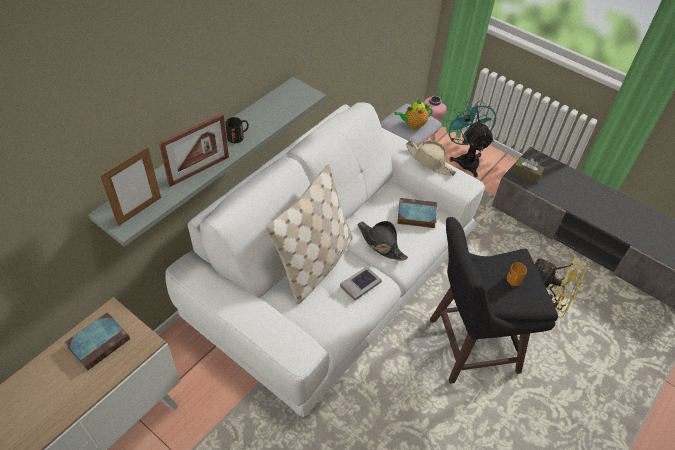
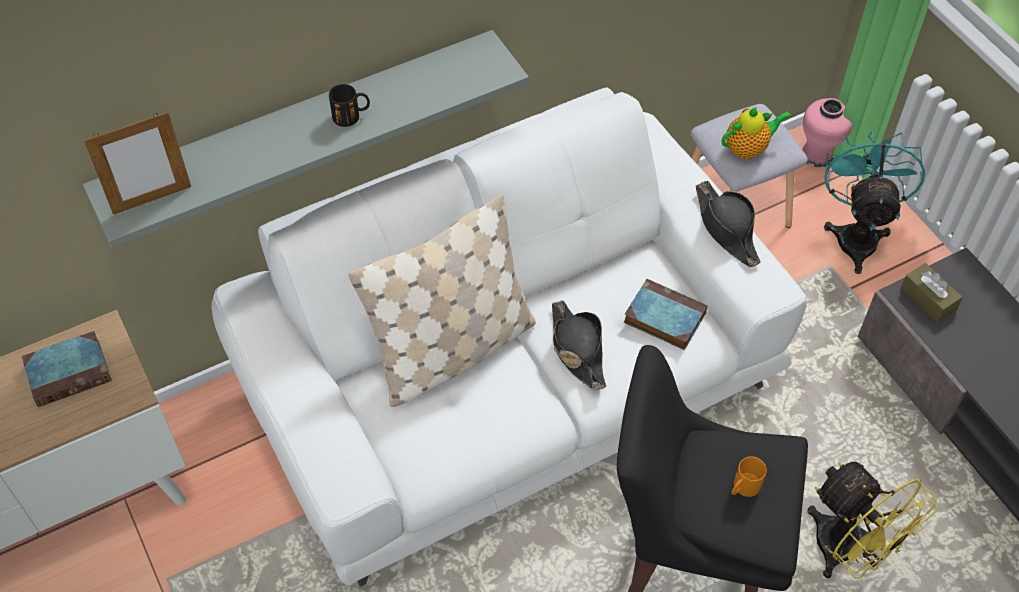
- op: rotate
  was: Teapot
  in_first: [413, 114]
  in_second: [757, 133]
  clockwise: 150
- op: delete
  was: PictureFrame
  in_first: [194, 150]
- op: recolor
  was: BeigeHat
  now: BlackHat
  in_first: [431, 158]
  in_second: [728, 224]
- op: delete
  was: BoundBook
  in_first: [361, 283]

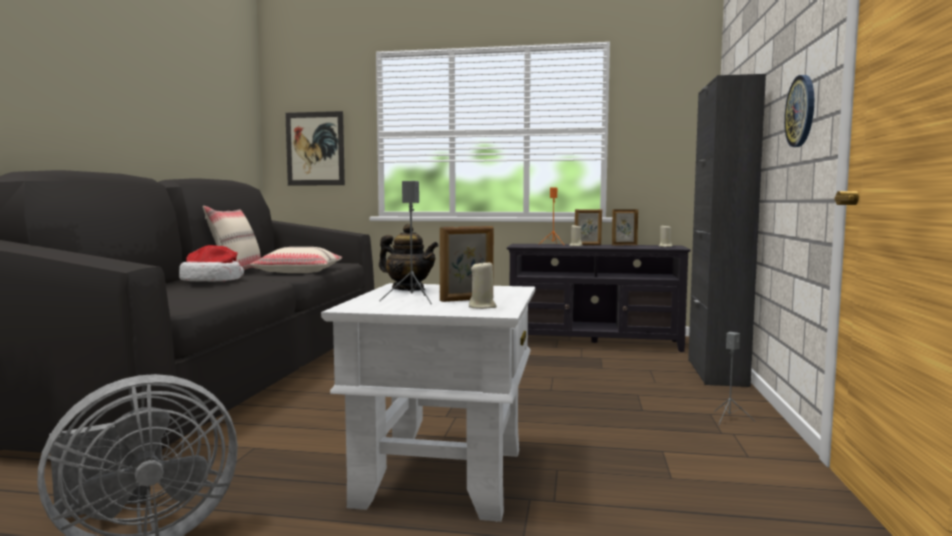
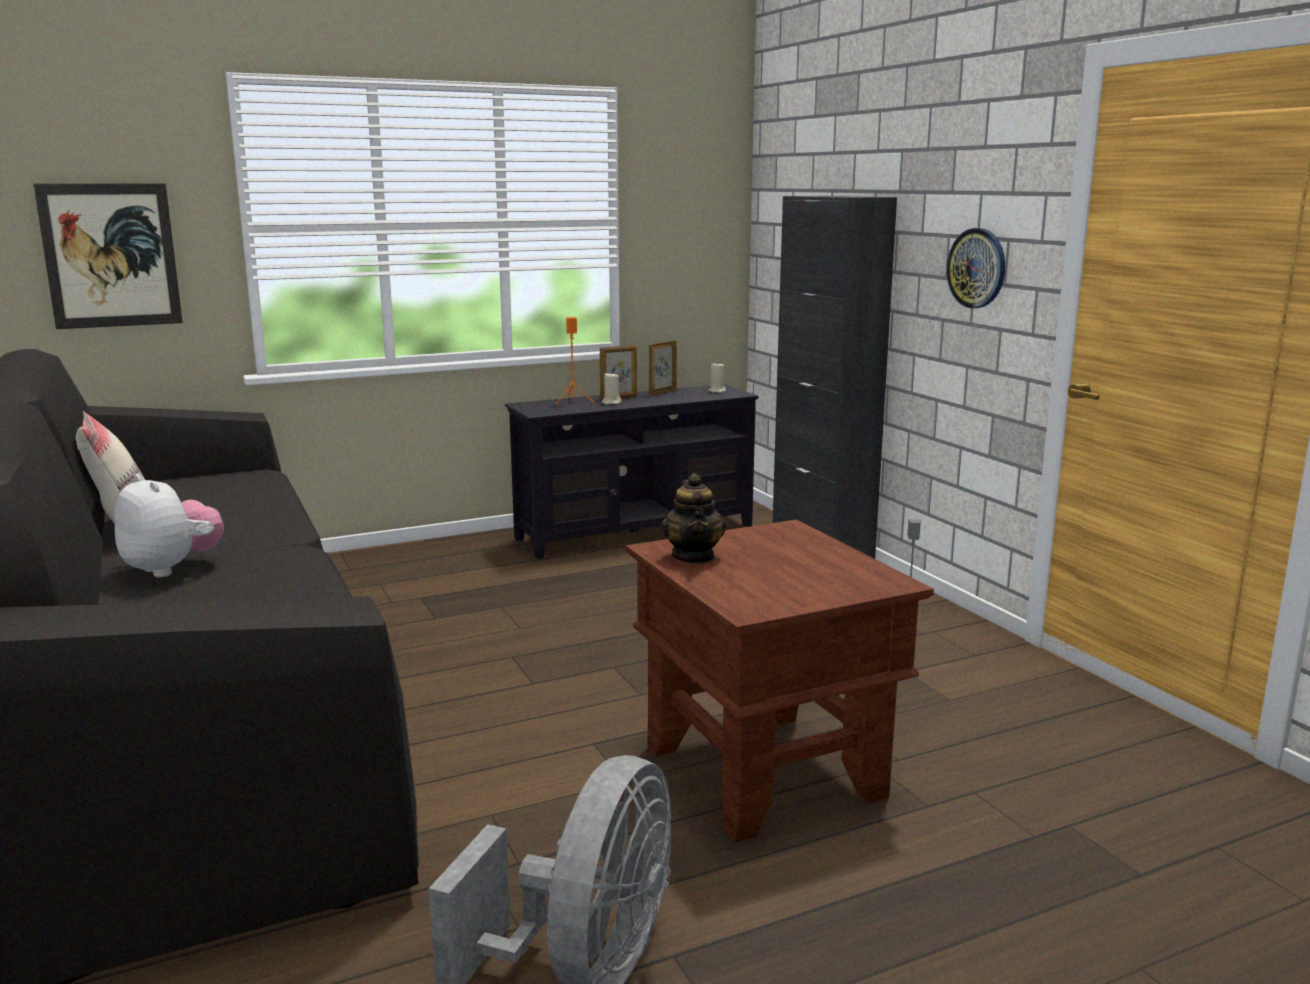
- op: delete
  was: GreyLoudspeaker
  in_first: [405, 242]
- op: rotate
  was: Teapot
  in_first: [409, 257]
  in_second: [693, 518]
  clockwise: 90
- op: delete
  was: PictureFrame
  in_first: [467, 264]
- op: replace
  was: Hat
  now: CuddlyToy
  in_first: [211, 263]
  in_second: [169, 525]
- op: delete
  was: BeigePillow
  in_first: [296, 260]
- op: delete
  was: BeigeCandle
  in_first: [483, 284]
- op: recolor
  was: WhitishEndTable
  now: BrownEndTable
  in_first: [428, 402]
  in_second: [779, 680]

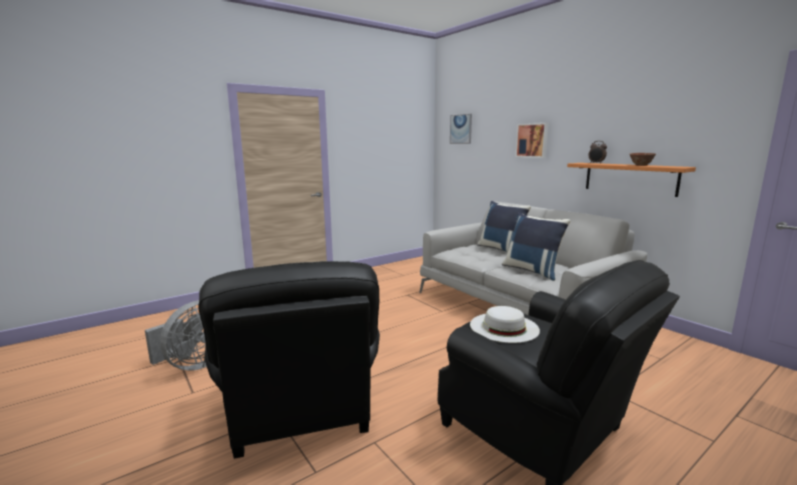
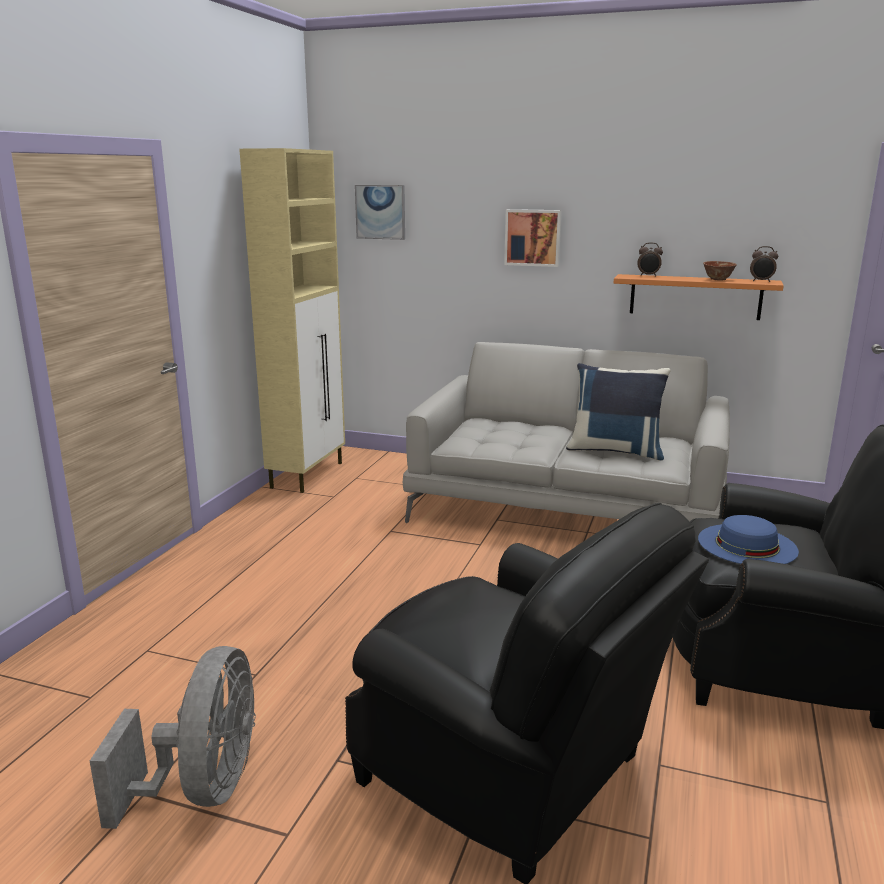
- op: delete
  was: BlueColouredPillow
  in_first: [504, 227]
- op: recolor
  was: WhitishHat
  now: BlueColouredHat
  in_first: [505, 324]
  in_second: [748, 539]
- op: insert
  now: BeigeCupboard
  in_second: [292, 320]
- op: insert
  now: TableClock
  in_second: [764, 264]

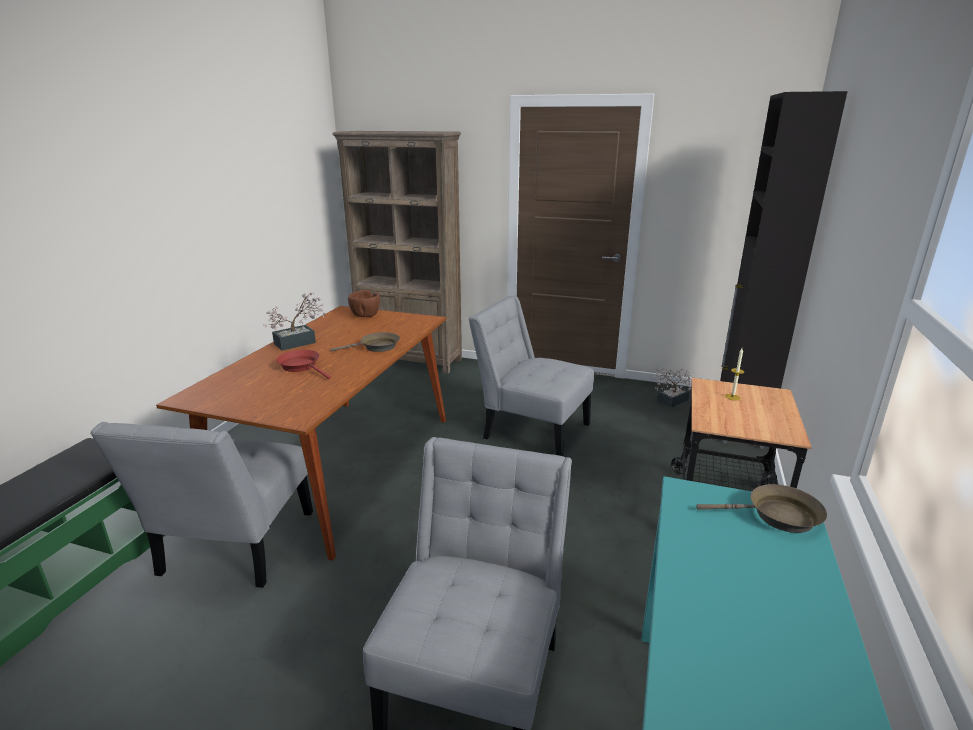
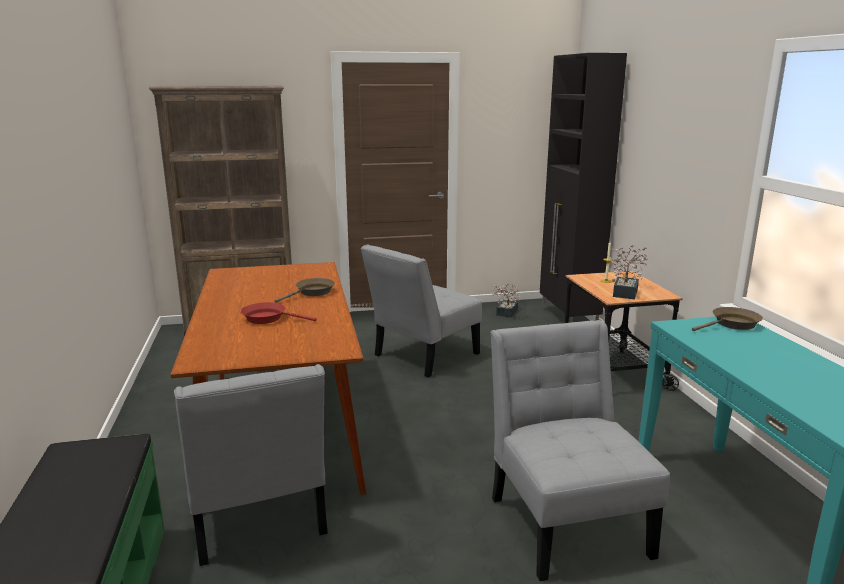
- op: delete
  was: BrownBowl
  in_first: [364, 303]
- op: move
  was: Houseplant
  in_first: [294, 321]
  in_second: [628, 271]
- op: rotate
  was: GreyChair
  in_first: [531, 376]
  in_second: [421, 311]
  clockwise: -45

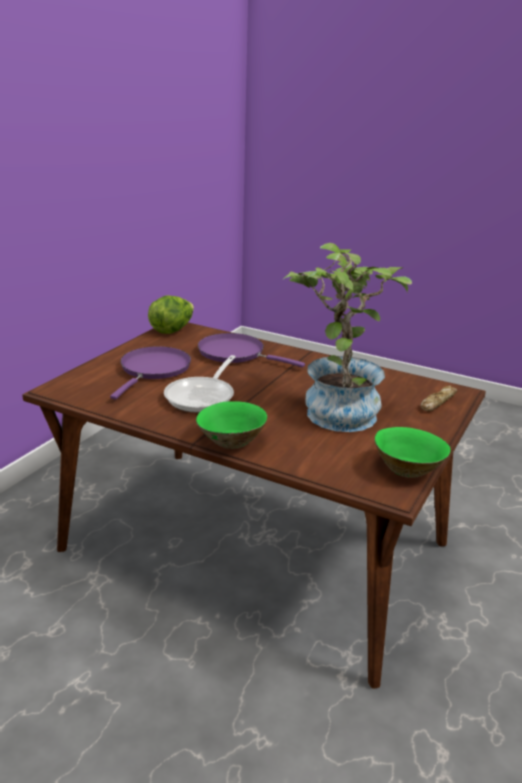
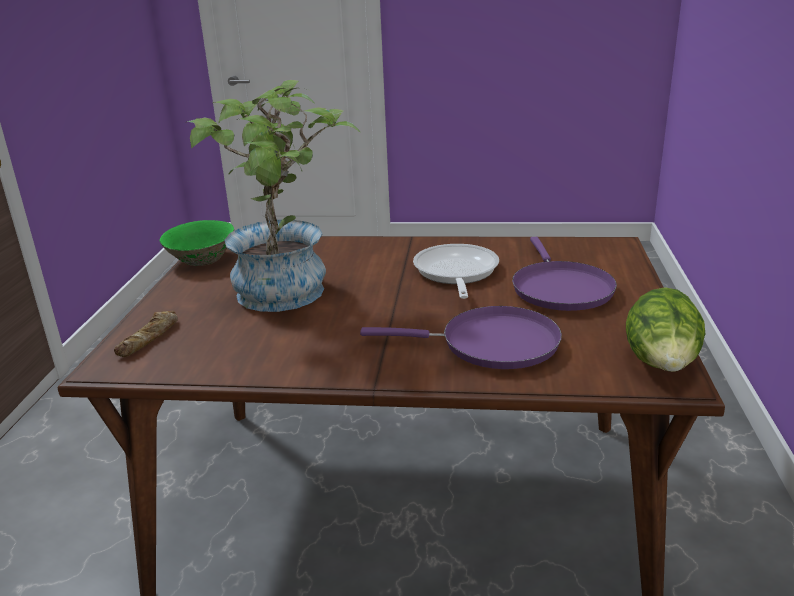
- op: delete
  was: GreenishBowl
  in_first: [231, 425]

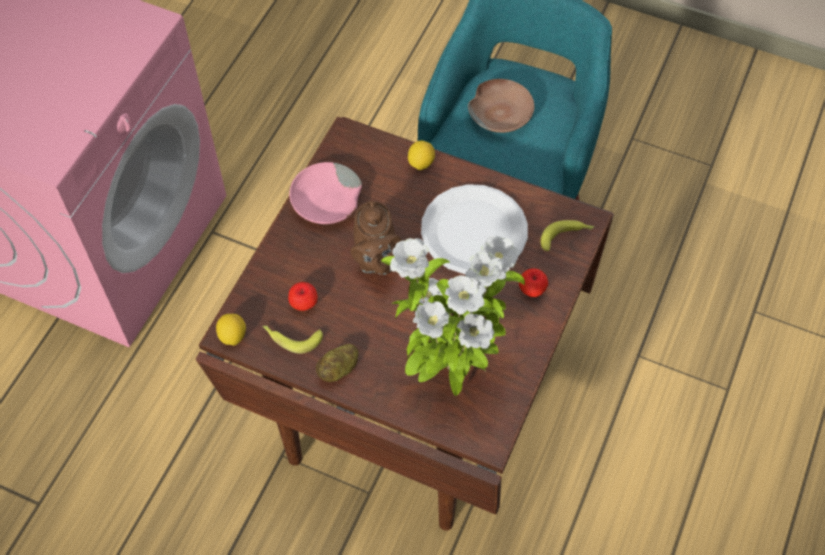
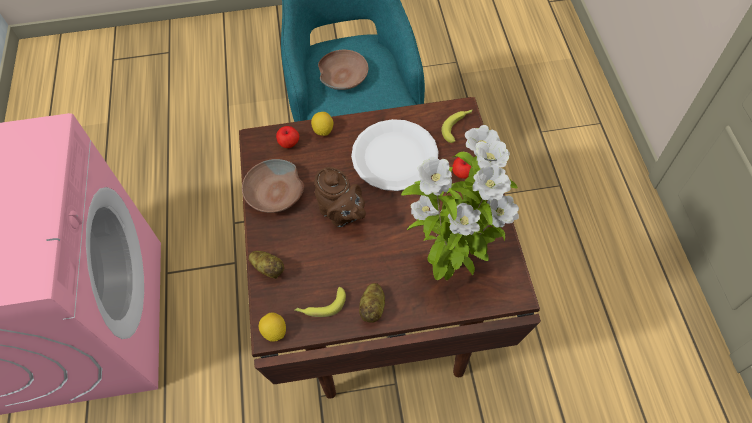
- op: recolor
  was: PinkBowl
  now: BrownBowl
  in_first: [325, 193]
  in_second: [273, 186]
- op: move
  was: AppleFruit
  in_first: [303, 296]
  in_second: [288, 137]
- op: insert
  now: Potato
  in_second: [266, 265]

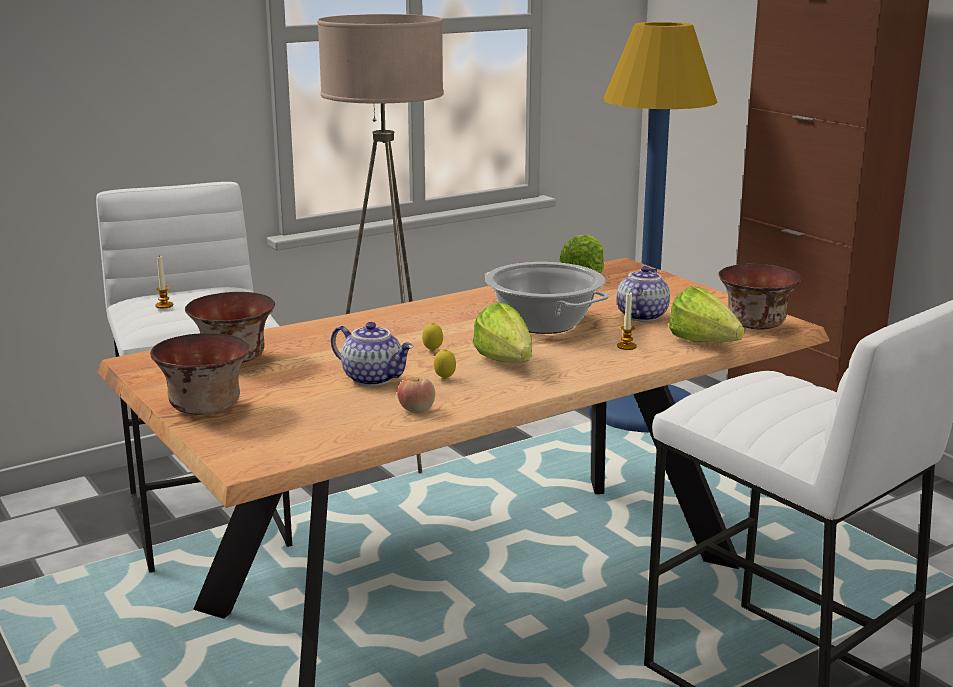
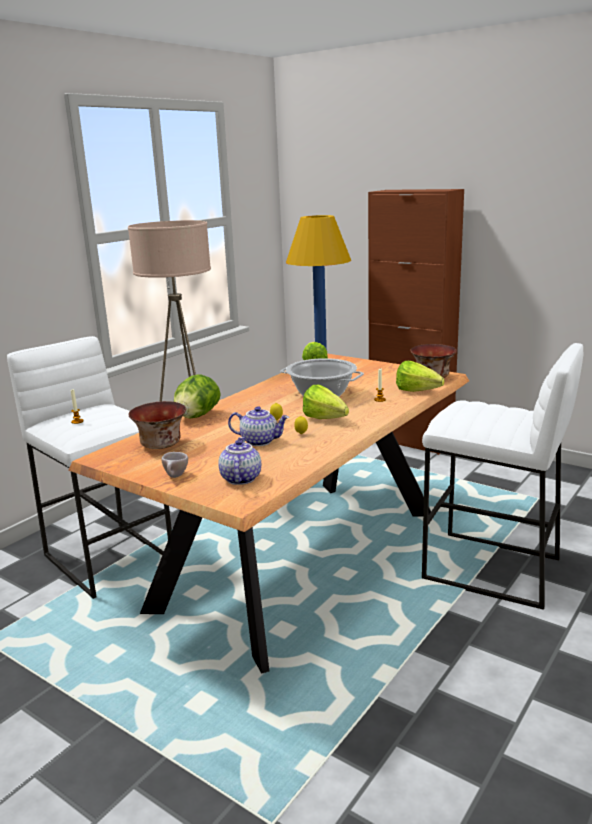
- op: move
  was: Teapot
  in_first: [643, 293]
  in_second: [239, 461]
- op: replace
  was: Bowl
  now: BeigeDrinkingCup
  in_first: [200, 374]
  in_second: [175, 465]
- op: delete
  was: AppleFruit
  in_first: [416, 395]
- op: insert
  now: LettuceHead
  in_second: [197, 396]

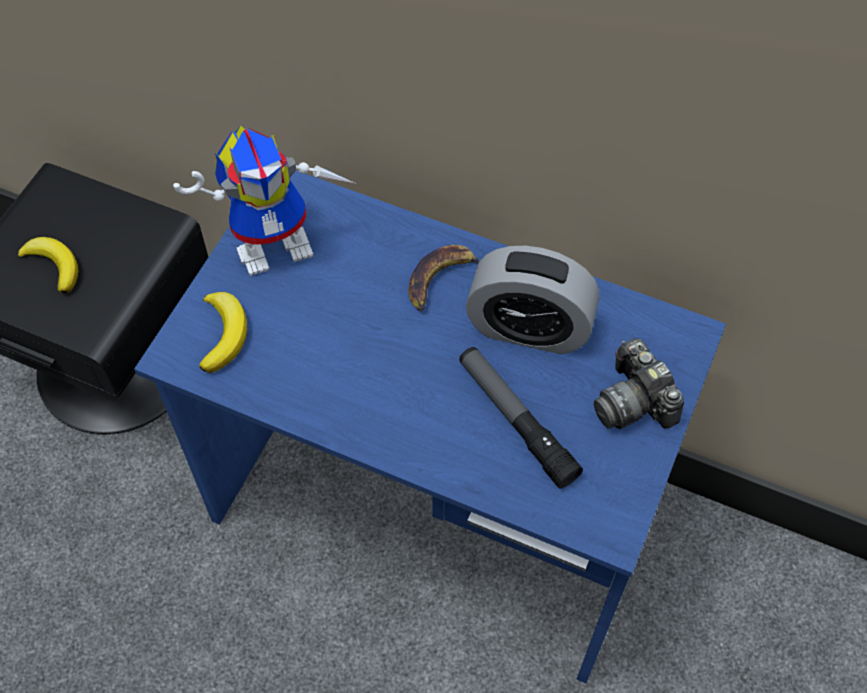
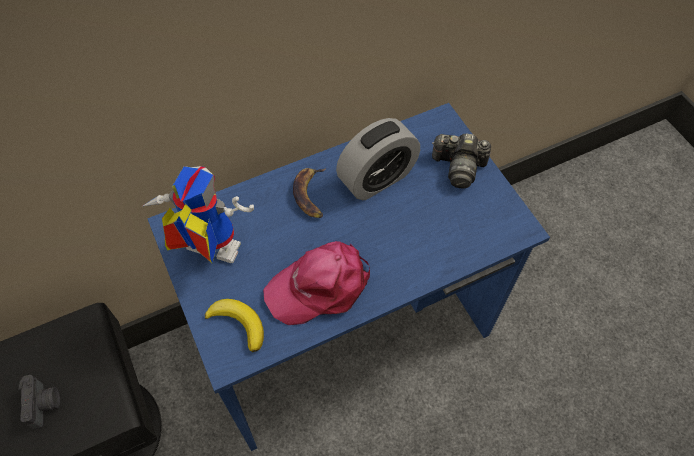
- op: rotate
  was: ModelRobot
  in_first: [263, 200]
  in_second: [198, 215]
  clockwise: -90
- op: replace
  was: WholeBanana
  now: PhotoCamera
  in_first: [48, 265]
  in_second: [39, 402]
- op: delete
  was: Flashlight
  in_first: [521, 418]
- op: insert
  now: PinkCap
  in_second: [316, 283]

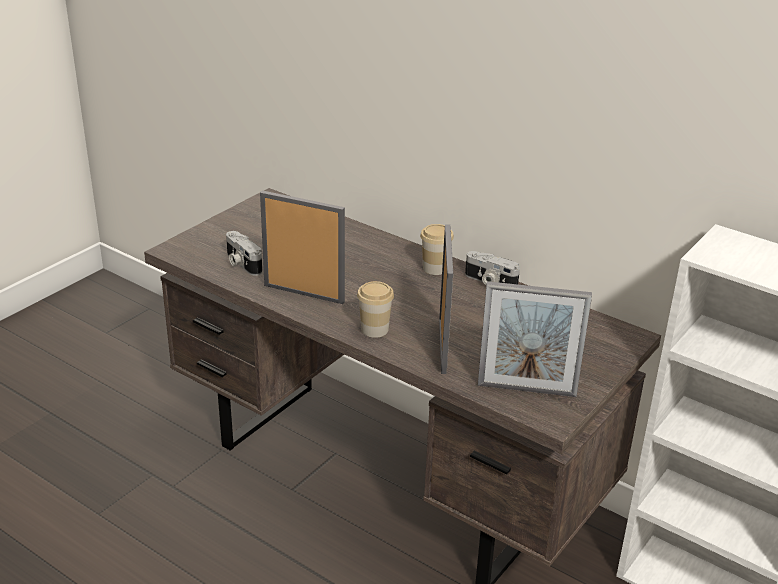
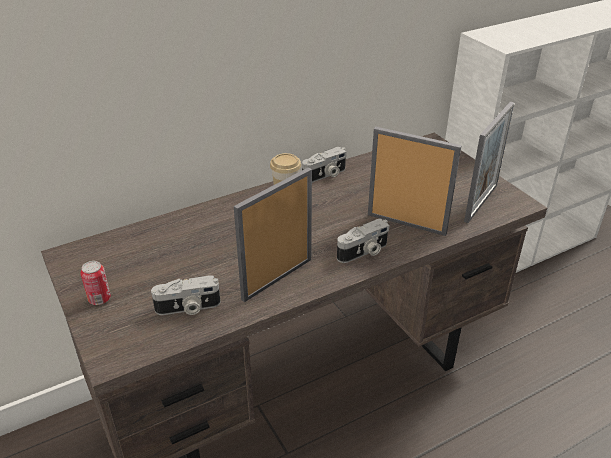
- op: replace
  was: DrinkingCup
  now: PhotoCamera
  in_first: [375, 309]
  in_second: [363, 240]
- op: insert
  now: MetalCan
  in_second: [96, 283]

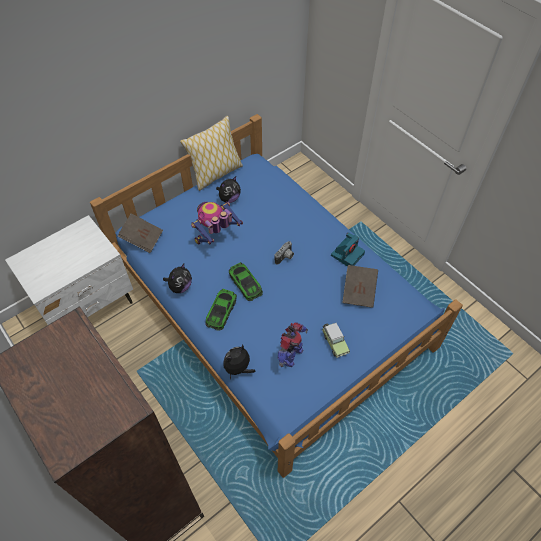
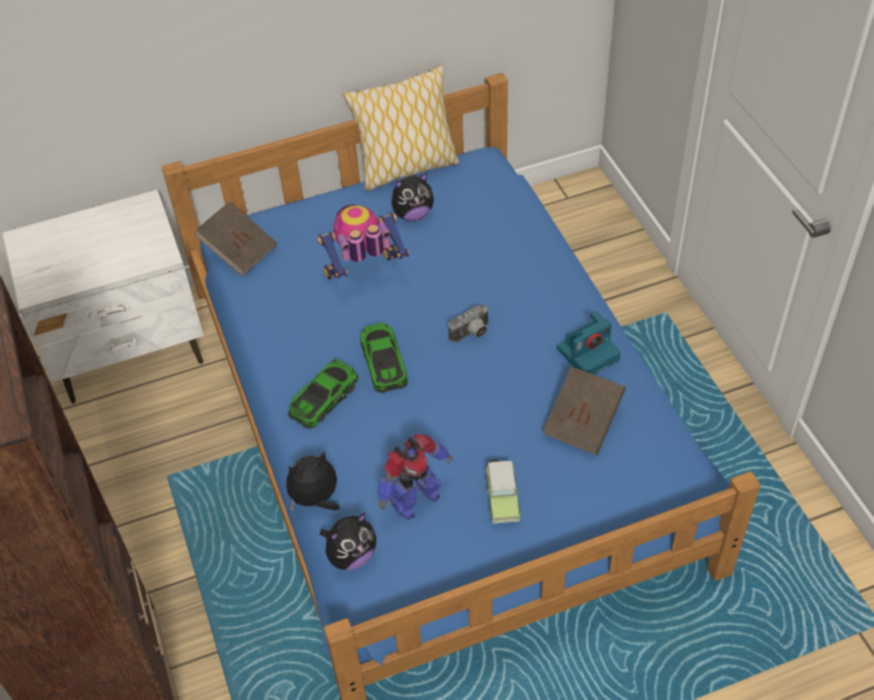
- op: move
  was: CuddlyToy
  in_first: [177, 278]
  in_second: [348, 541]

